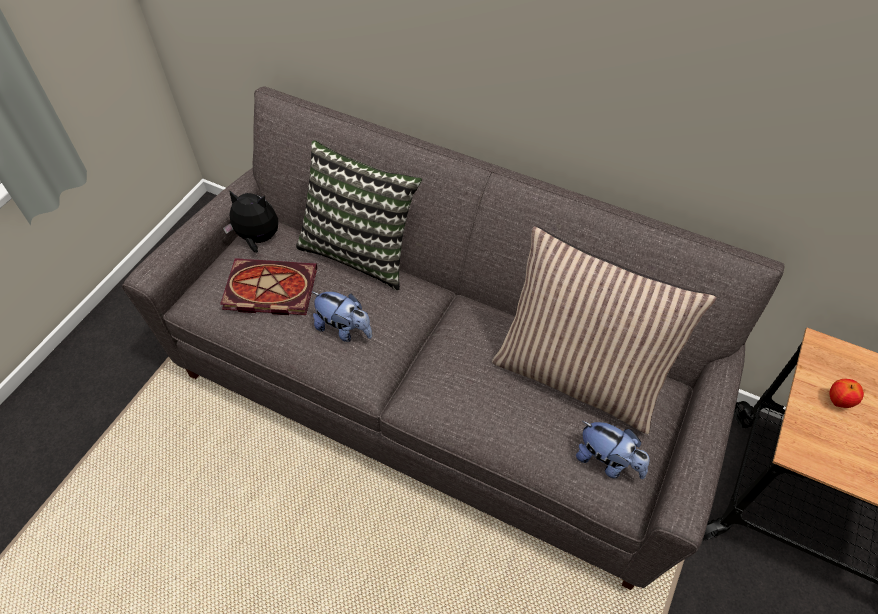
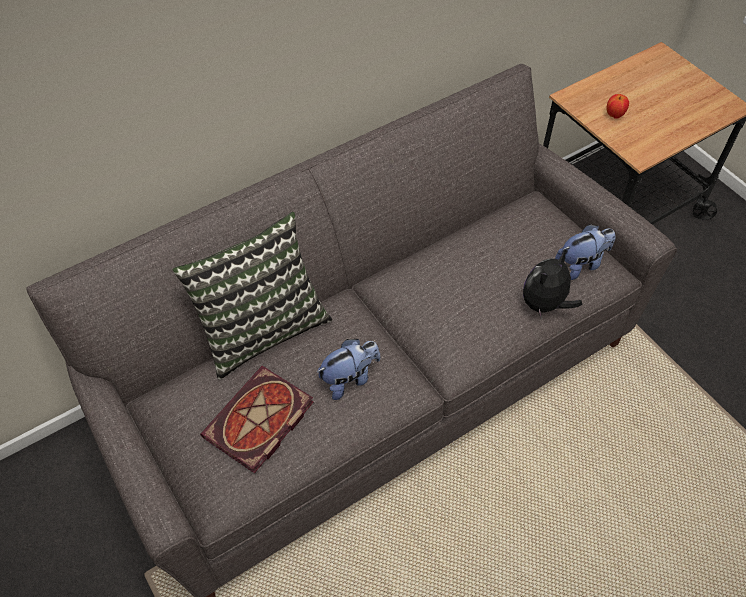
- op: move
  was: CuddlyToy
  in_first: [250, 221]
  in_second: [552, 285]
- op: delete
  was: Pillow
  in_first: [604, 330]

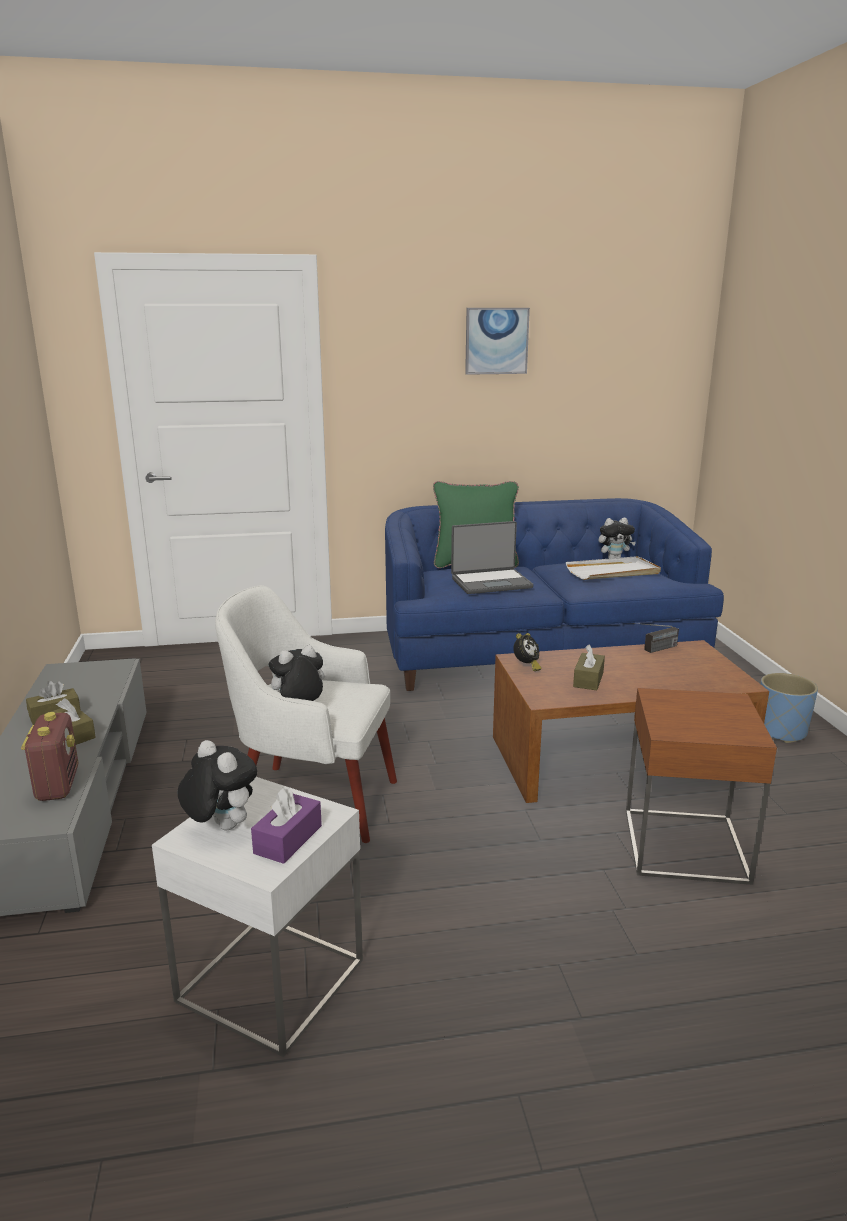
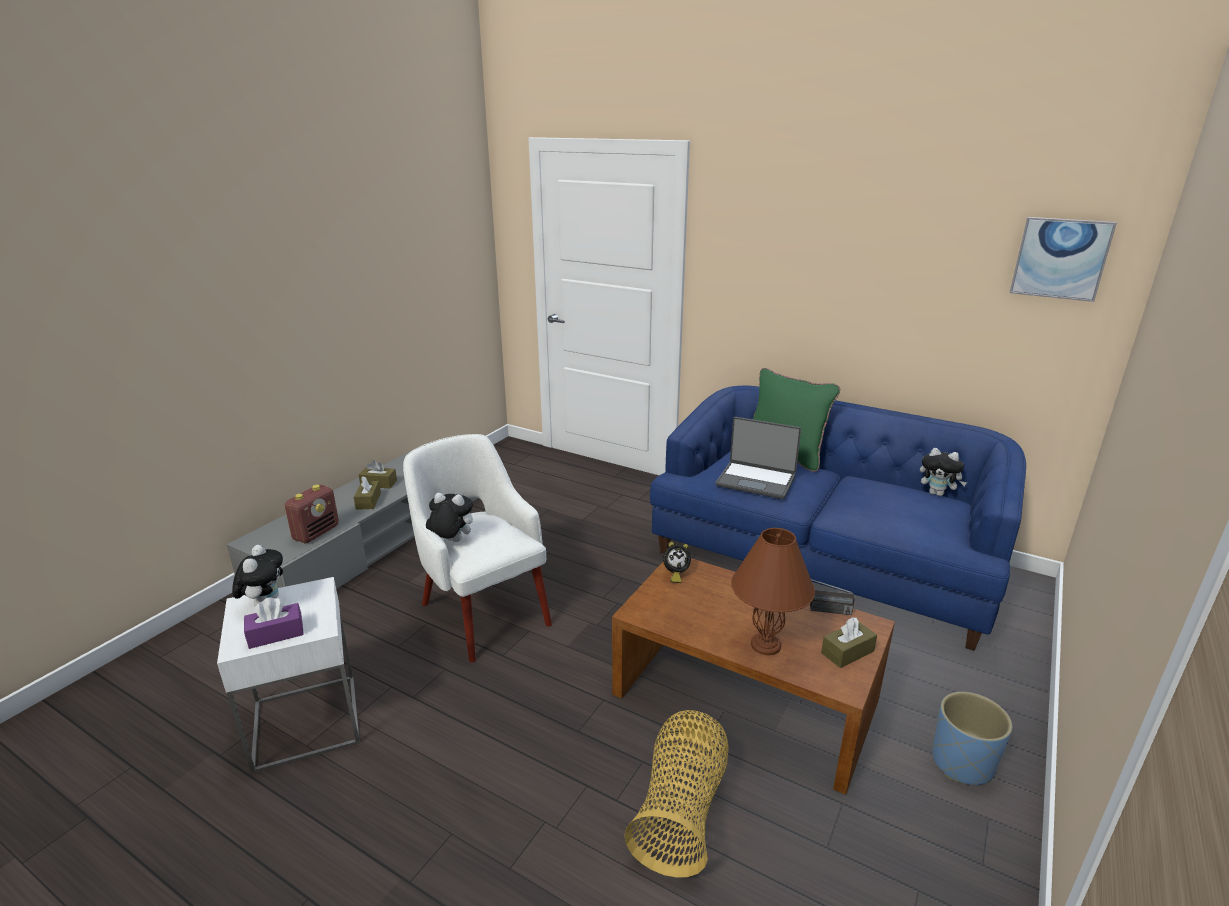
- op: move
  was: WallPicture
  in_first: [497, 341]
  in_second: [1063, 259]
- op: delete
  was: WhitishCarryingTray
  in_first: [613, 568]
- op: move
  was: BrownTissueHolder
  in_first: [589, 667]
  in_second: [849, 642]
- op: replace
  was: BrownEndTable
  now: Basket
  in_first: [701, 786]
  in_second: [676, 794]
- op: insert
  now: BrownTabletopLamp
  in_second: [773, 591]

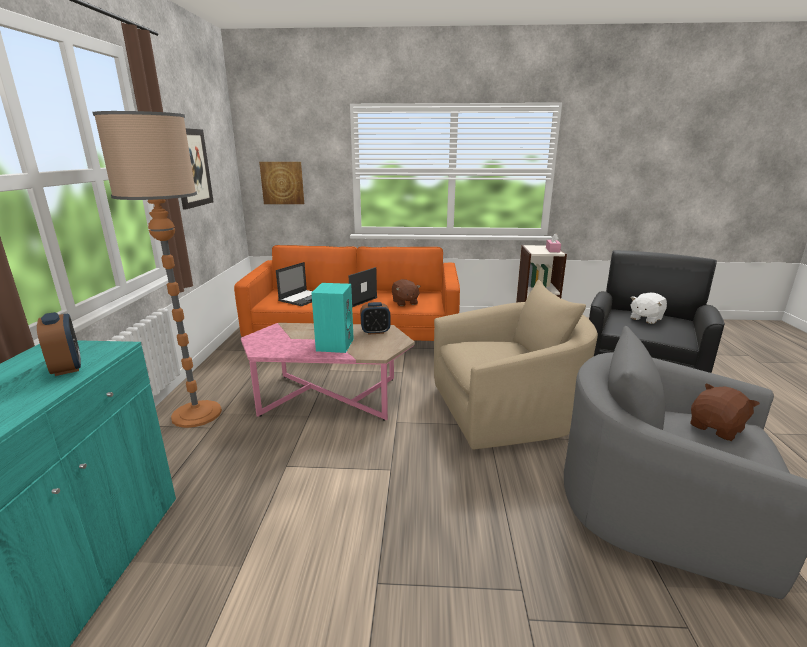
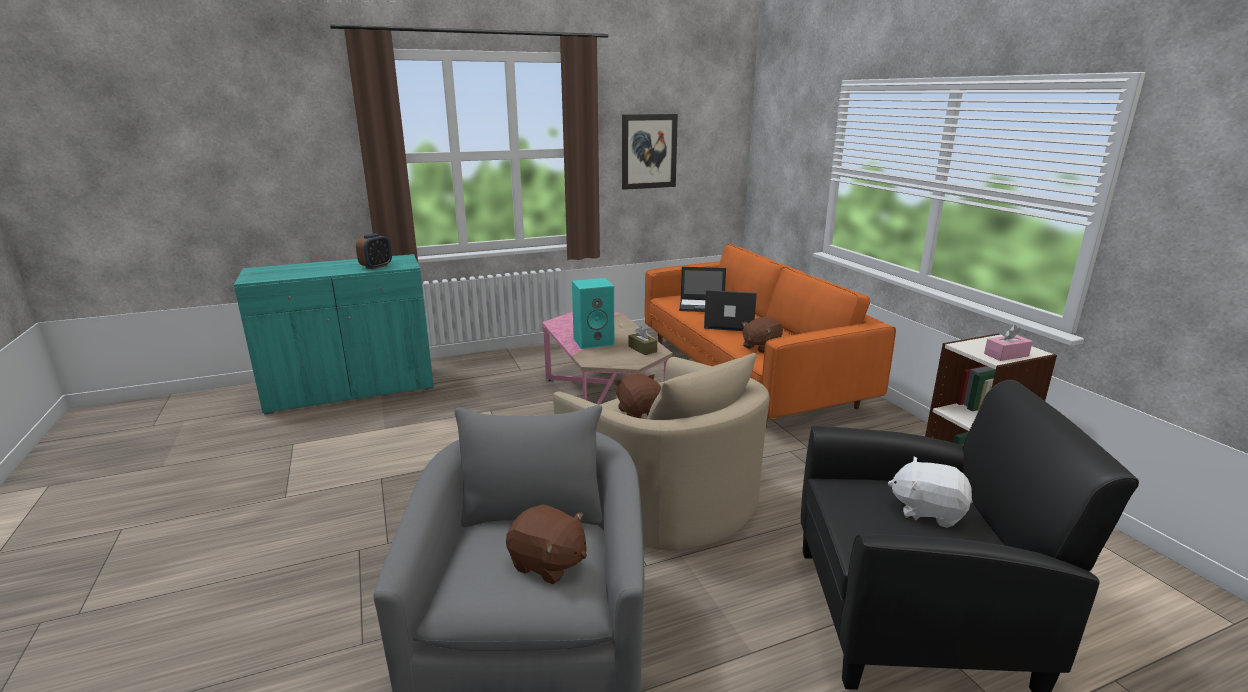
- op: delete
  was: StandingLamp
  in_first: [157, 269]
- op: delete
  was: WallPicture
  in_first: [281, 183]
- op: replace
  was: TableClock
  now: BrownTissueHolder
  in_first: [375, 318]
  in_second: [643, 340]
- op: insert
  now: BrownCuddlyToy
  in_second: [637, 395]

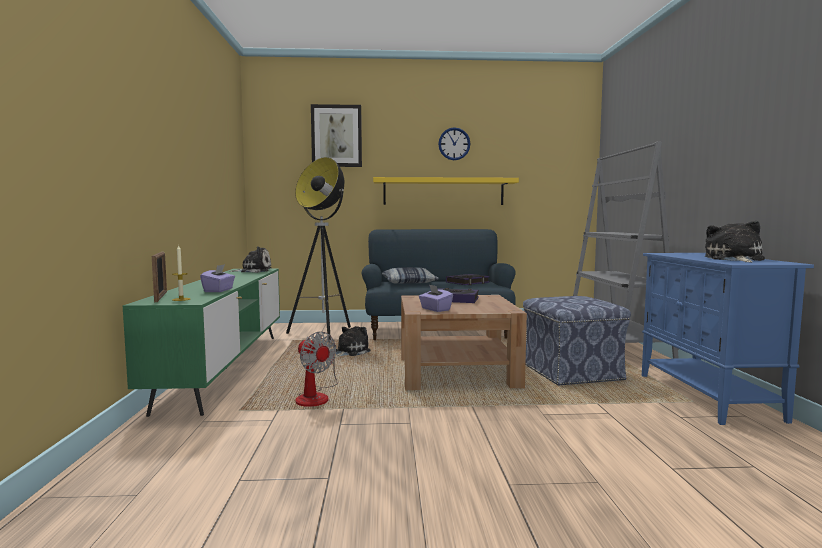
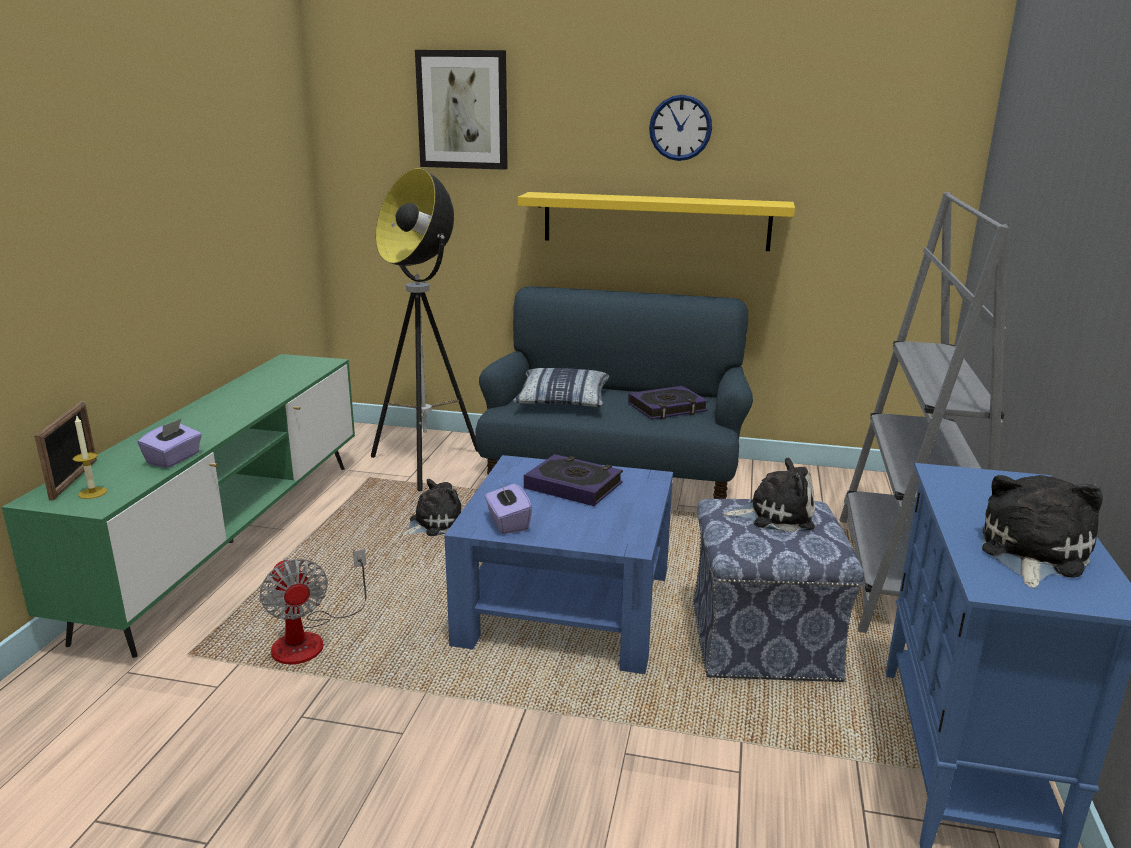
- op: move
  was: CuddlyToy
  in_first: [250, 259]
  in_second: [769, 495]
- op: recolor
  was: BrownLoungeTable
  now: BlueColouredLoungeTable
  in_first: [464, 342]
  in_second: [558, 564]

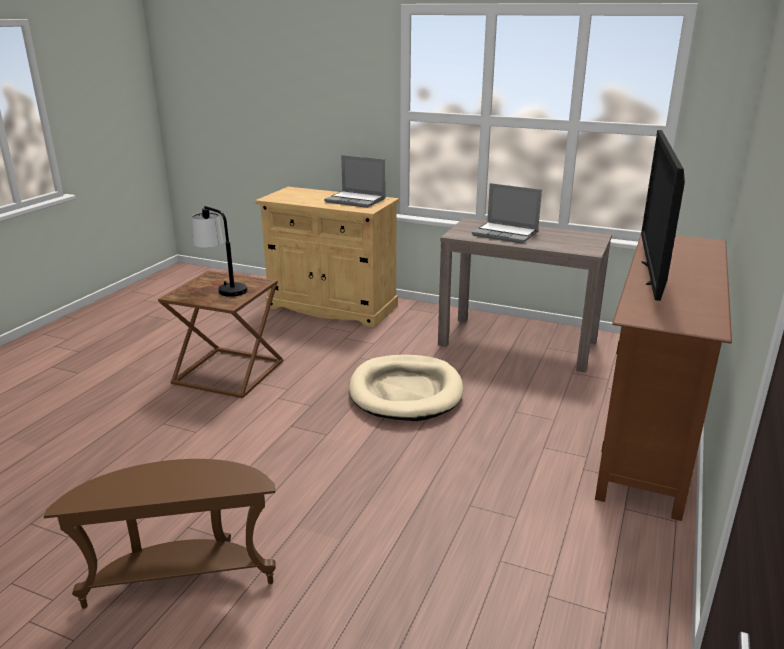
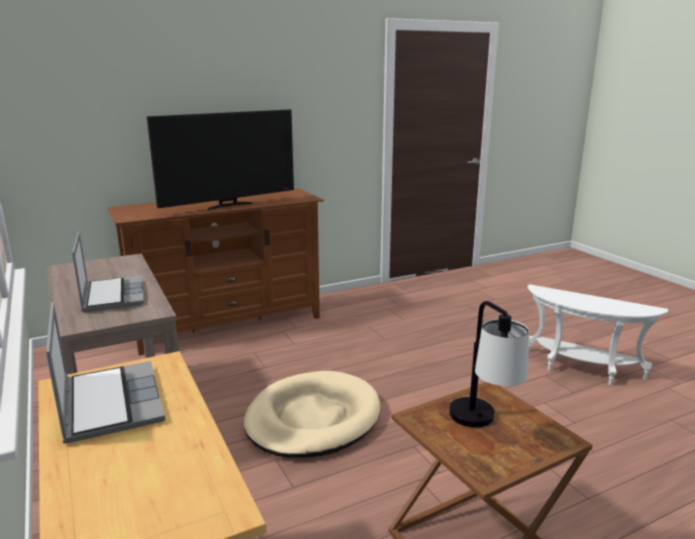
- op: recolor
  was: BrownEndTable
  now: WhitishEndTable
  in_first: [160, 534]
  in_second: [597, 334]

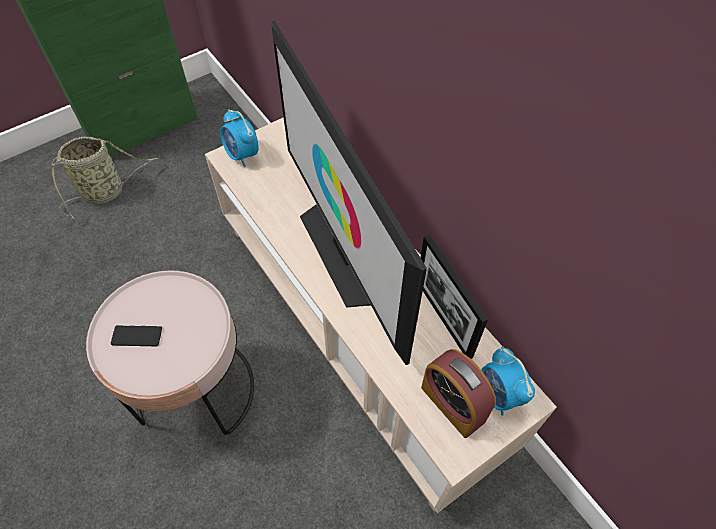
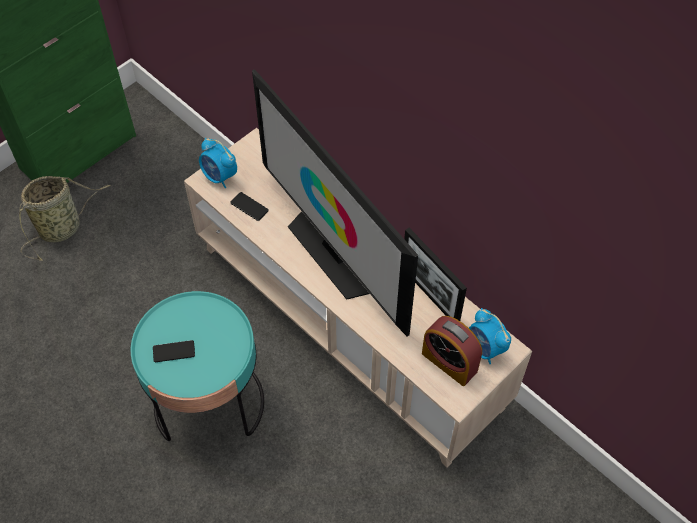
- op: recolor
  was: PinkEndTable
  now: TurquoiseEndTable
  in_first: [170, 352]
  in_second: [197, 366]
- op: insert
  now: Telephone
  in_second: [249, 206]

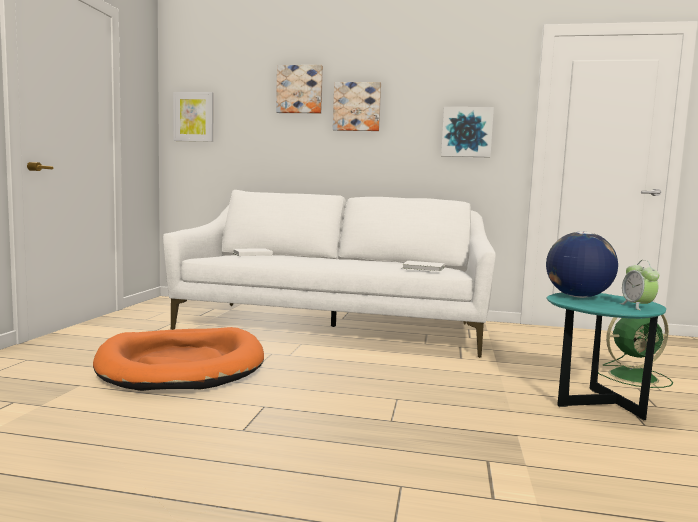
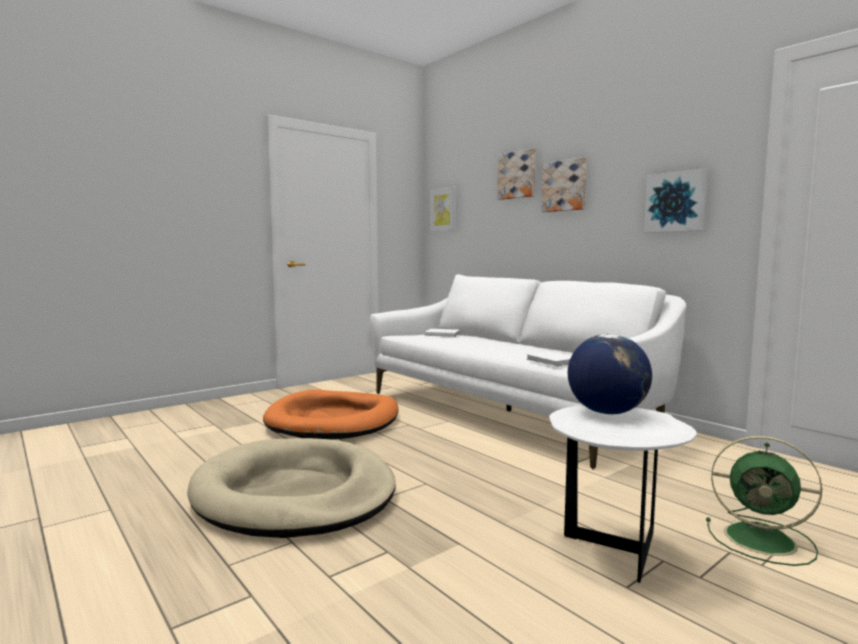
- op: delete
  was: TableClock
  in_first: [639, 285]
- op: recolor
  was: TurquoiseEndTable
  now: WhitishEndTable
  in_first: [606, 357]
  in_second: [623, 494]
- op: insert
  now: BeigeDogBed
  in_second: [291, 488]

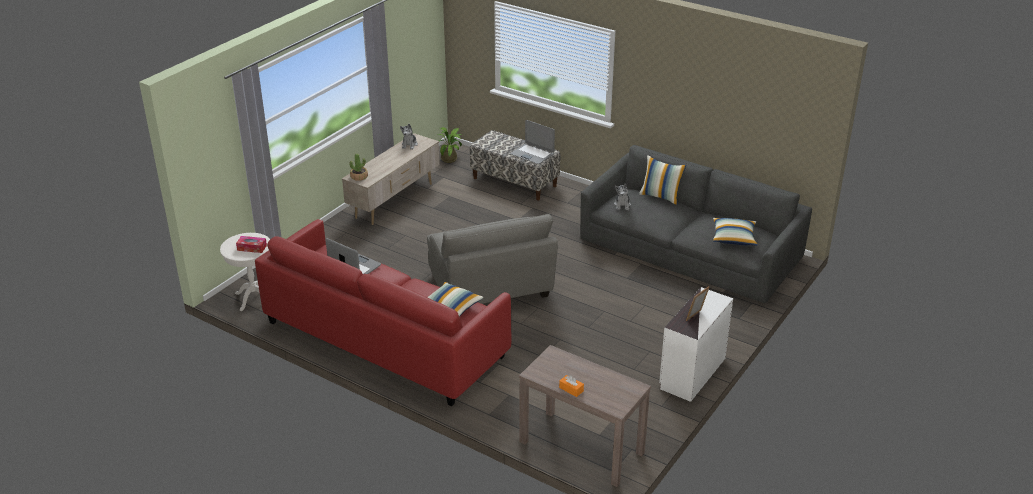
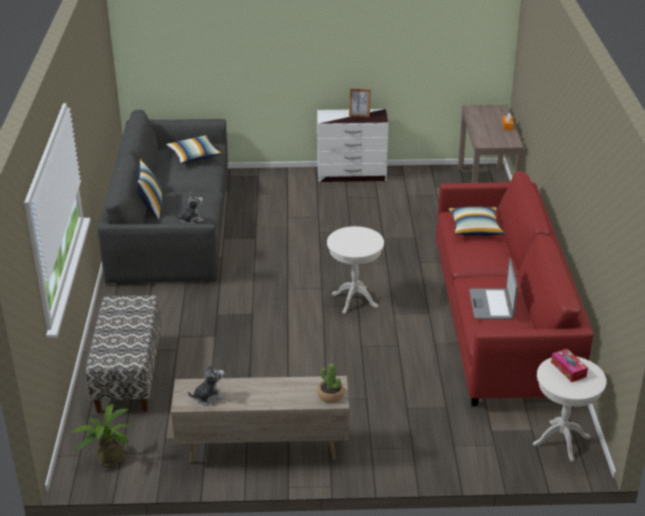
- op: delete
  was: NotebookComputer
  in_first: [532, 142]
- op: replace
  was: GreyLoungeChair
  now: WhitishEndTable
  in_first: [492, 259]
  in_second: [355, 270]

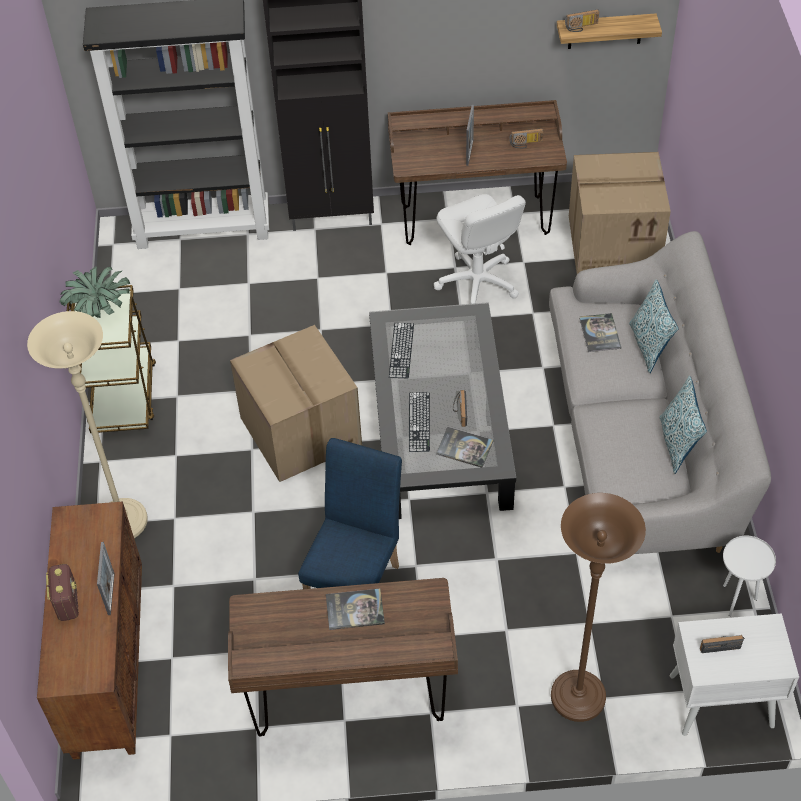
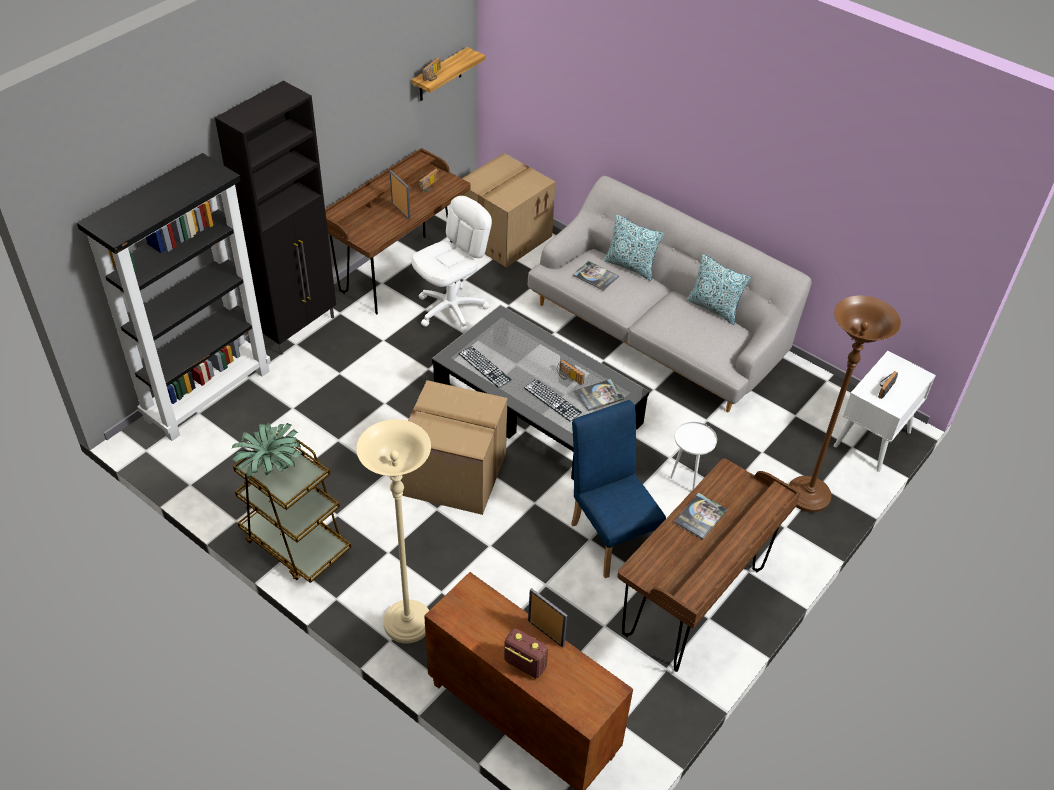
- op: rotate
  was: WhitishDeskChair
  in_first: [480, 249]
  in_second: [451, 264]
  clockwise: -60
- op: move
  was: WhitishEndTable
  in_first: [749, 576]
  in_second: [693, 456]

